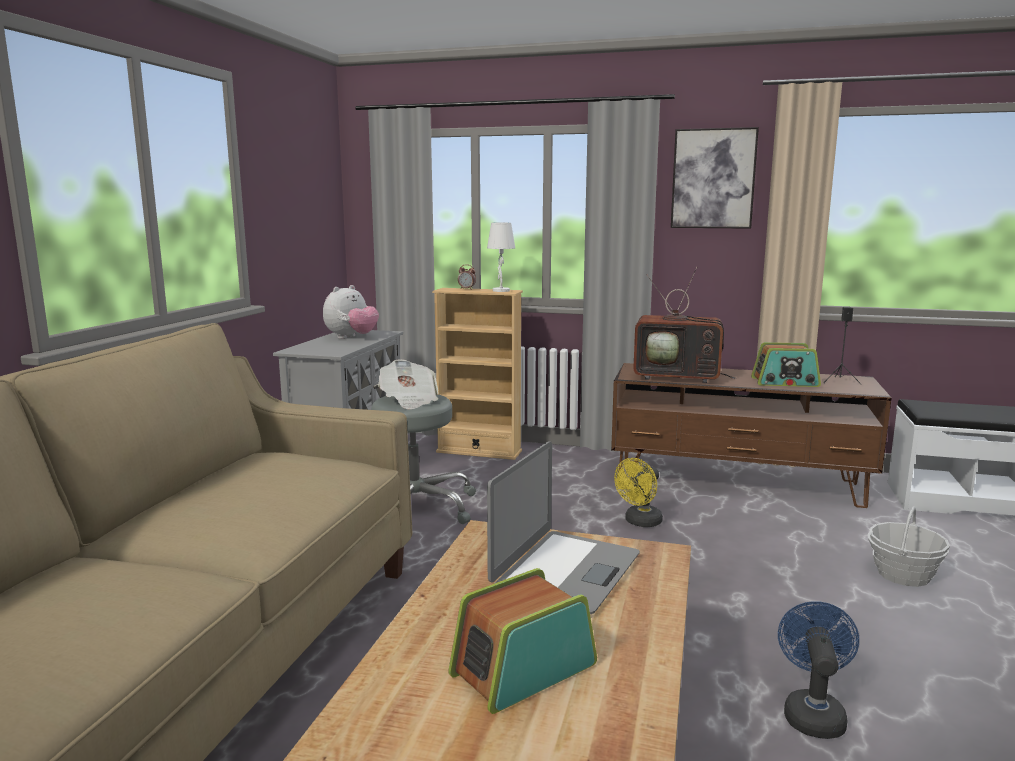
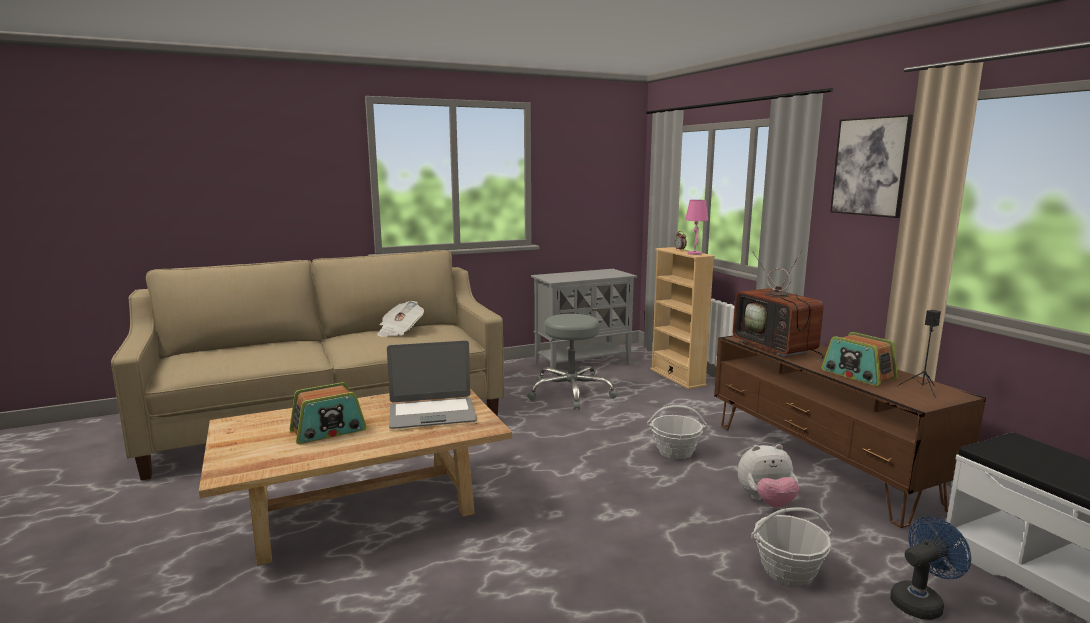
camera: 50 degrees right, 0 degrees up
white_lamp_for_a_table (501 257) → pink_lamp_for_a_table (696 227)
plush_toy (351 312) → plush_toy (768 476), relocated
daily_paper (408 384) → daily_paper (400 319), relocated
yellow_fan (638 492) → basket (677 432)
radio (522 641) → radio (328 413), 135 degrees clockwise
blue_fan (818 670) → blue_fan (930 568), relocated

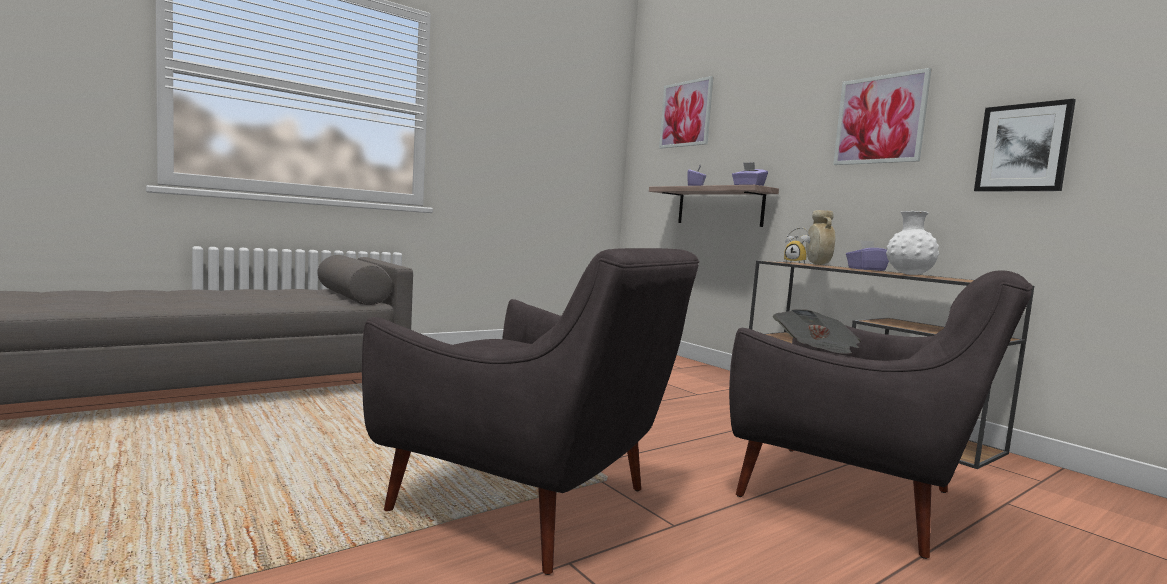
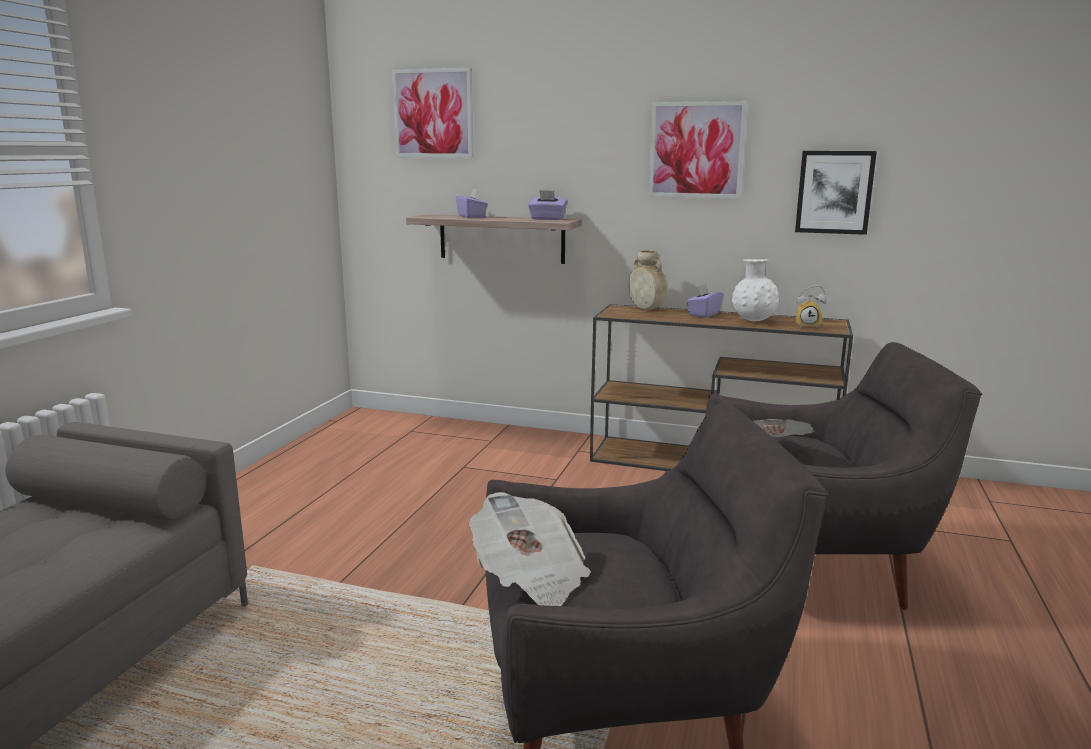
camera: 35 degrees left, 10 degrees up
alarm_clock (797 245) → alarm_clock (811 306), relocated
- → daily_paper (530 549)

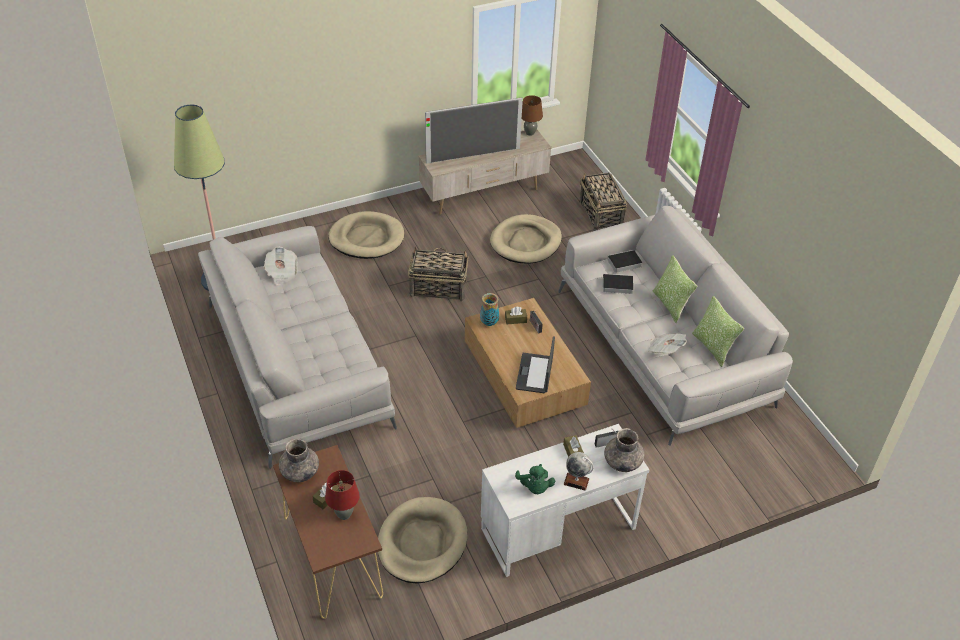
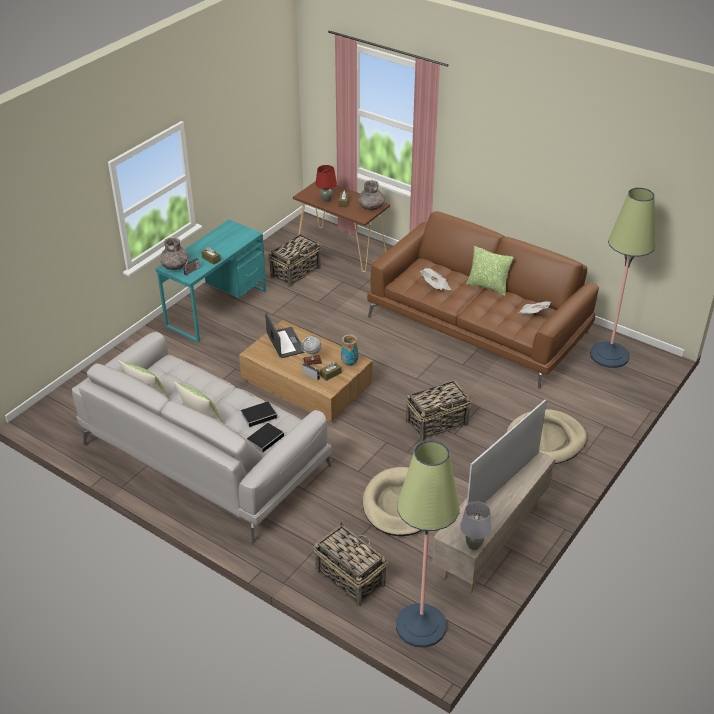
camera: 150 degrees right, 5 degrees down
brownish_lamp_for_a_table (532 115) → gray_lamp_for_a_table (476 525)
gray_couch (297 347) → brownish_couch (483 300)
daily_paper (667 343) → daily_paper (435 279), relocated
white_desk_table (565 500) → blue-green_desk_table (211 281)
world_globe (578 471) → world_globe (311 350), relocated
greenish_plush_toy (535 479) → -
sand-coloured_pet_bed (423 540) → basket (294 261)
- → throw_pillow (490 271)
- → standard_lamp (428 544)

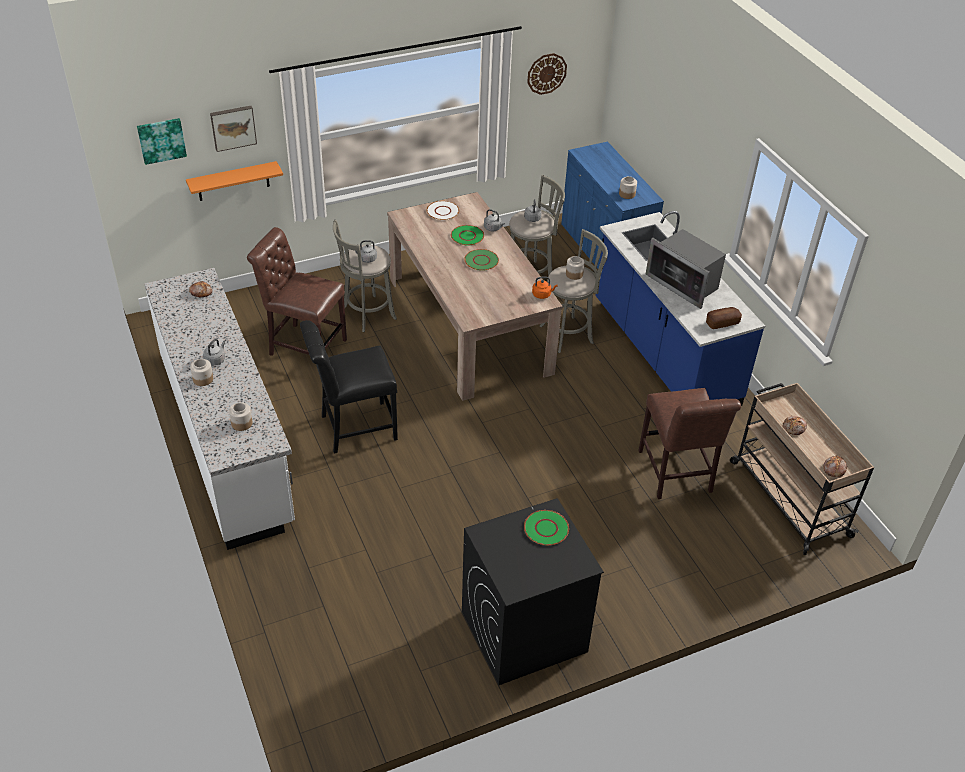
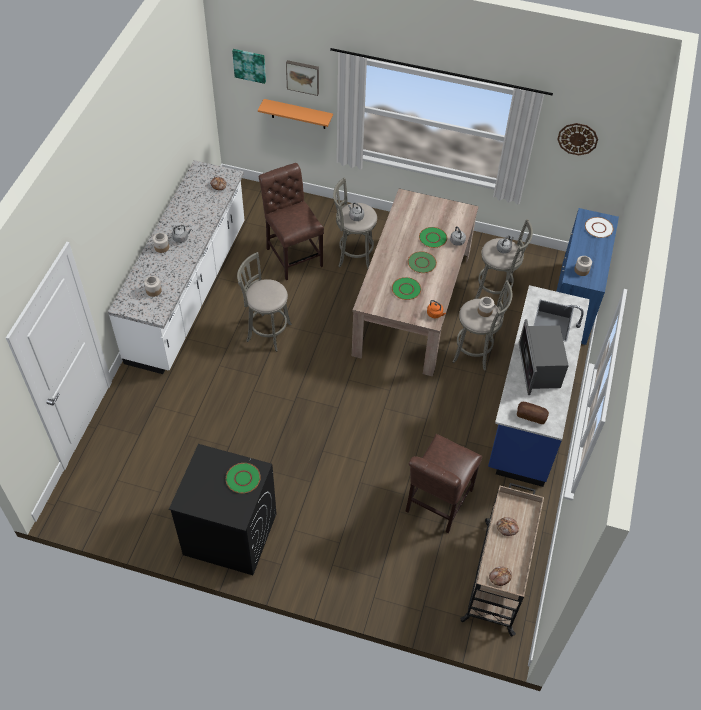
camera: 40 degrees right, 10 degrees up
white_flat_dish (443 210) → white_flat_dish (599 227), relocated
black_chair (349 387) → gray_stool (264 302)
- → greenish_flat_dish (406 288)

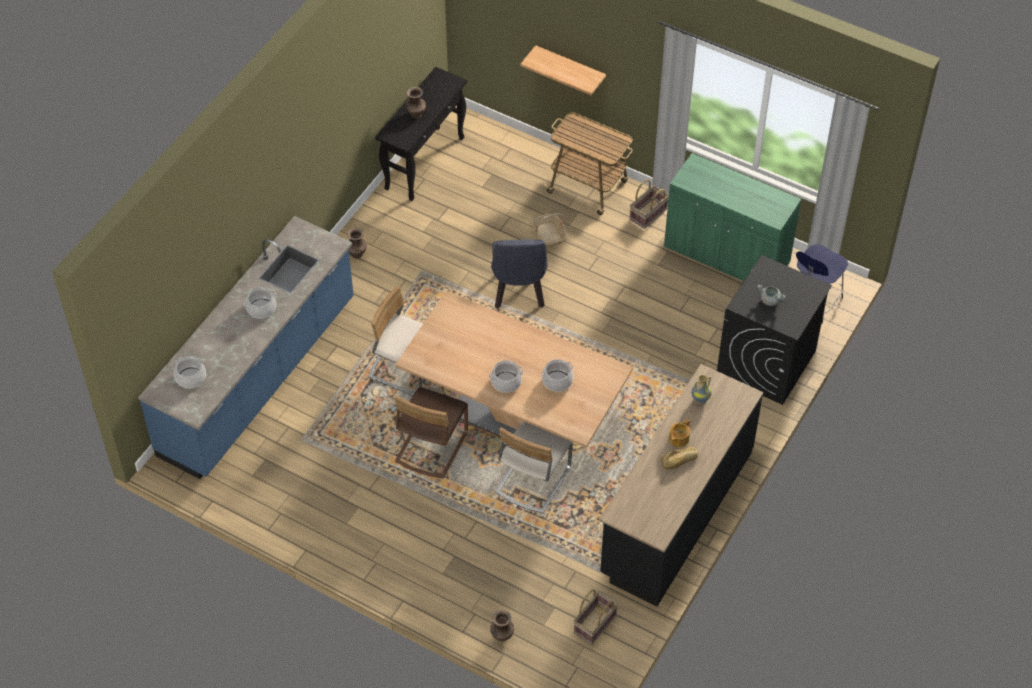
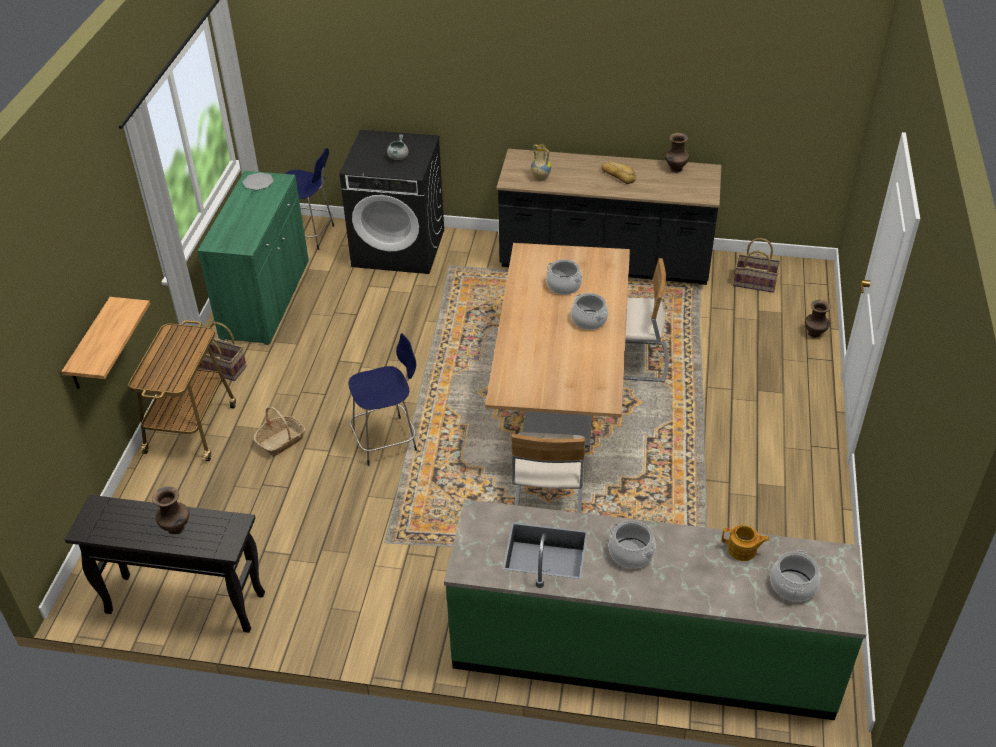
camera: 110 degrees left, 10 degrees down
blue_kitchen_base_unit (246 347) → greenish_kitchen_base_unit (655 609)
brownish_decorative_vase (357 243) → brownish_decorative_vase (677 153), relocated
blue_chair (519 274) → blue_stool (382 399)
brownish_chair (431 433) → -
pot_for_tea (679 433) → pot_for_tea (746 543), relocated
- → flat_dish (258 181)

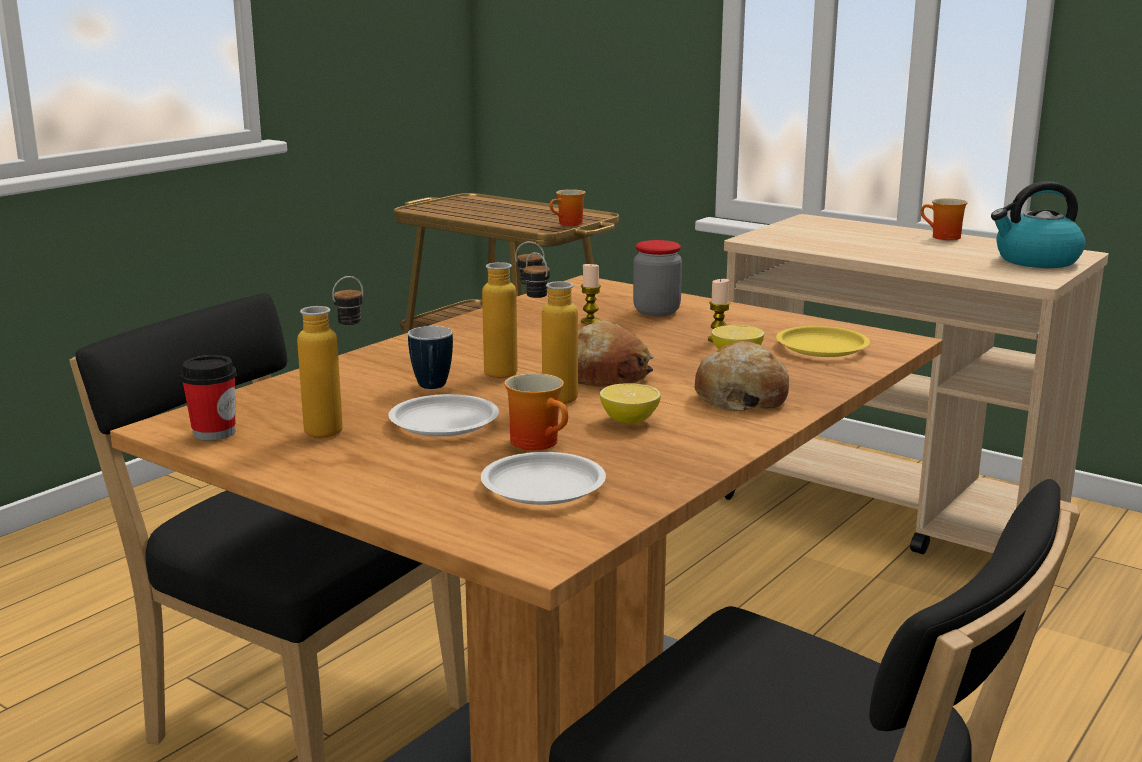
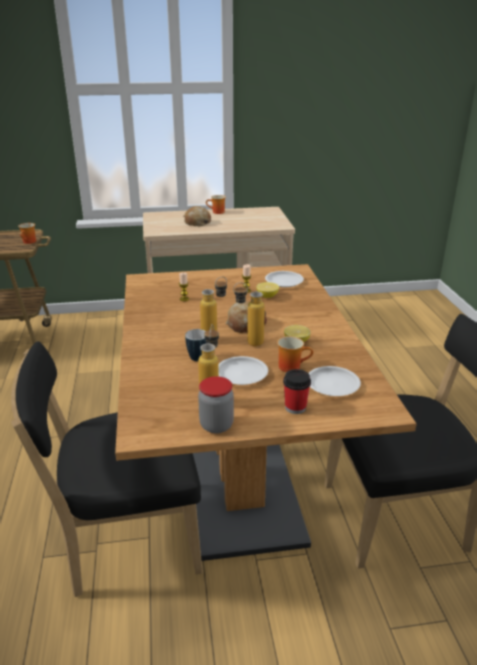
camera: 45 degrees left, 10 degrees up
kettle (1038 224) → -
preserve_jar (657 278) → preserve_jar (216 404), relocated
yellow_flat_dish (823 341) → white_flat_dish (284 279)
bread (742 376) → bread (197 216), relocated
cup (208 398) → cup (297 391), relocated

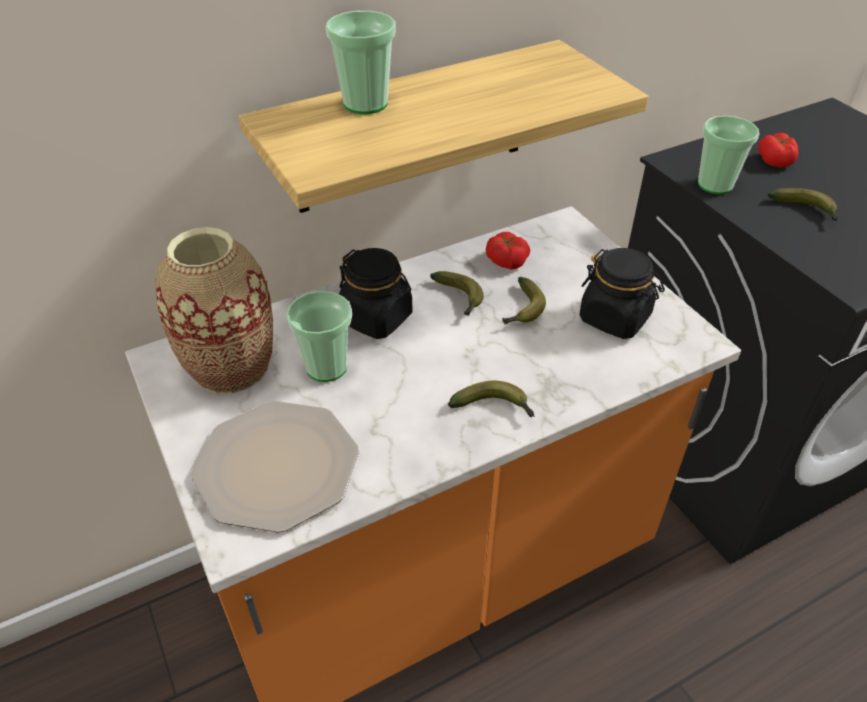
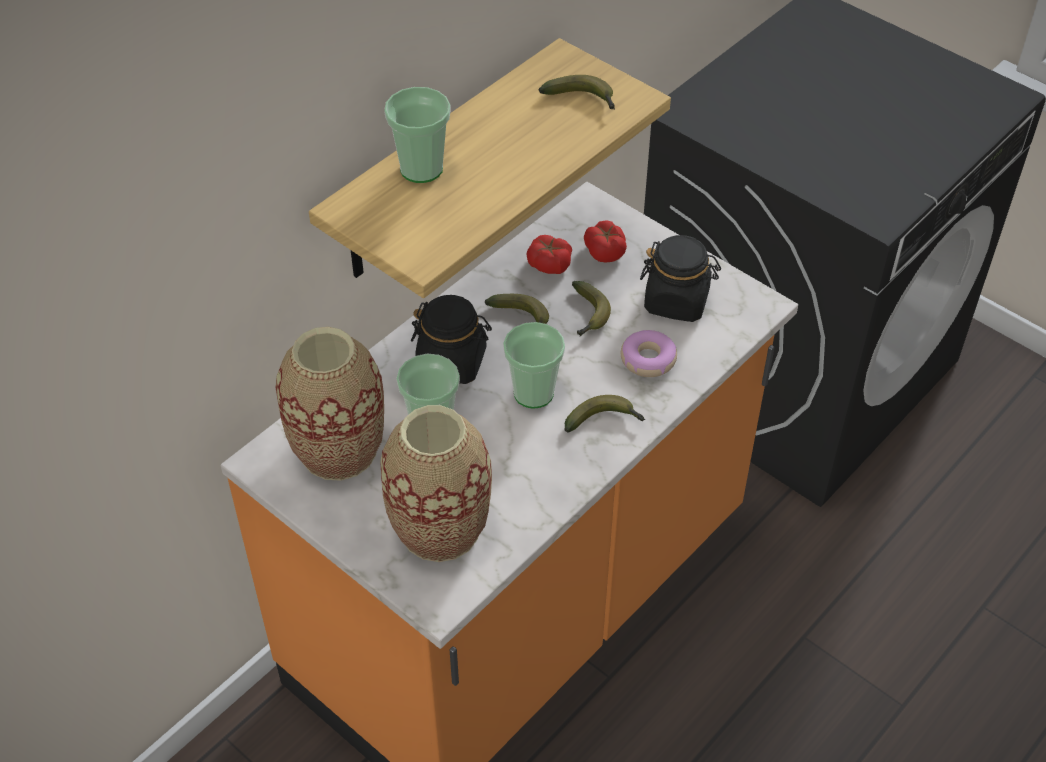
camera: 20 degrees left, 5 degrees up
cup (728 155) → cup (534 365), relocated
fresh_tomato (778 150) → fresh_tomato (605 241), relocated
banana (803 205) → banana (577 92), relocated
flat_dish (275 467) → decorative_vase (436 483)
- → donut (649 353)

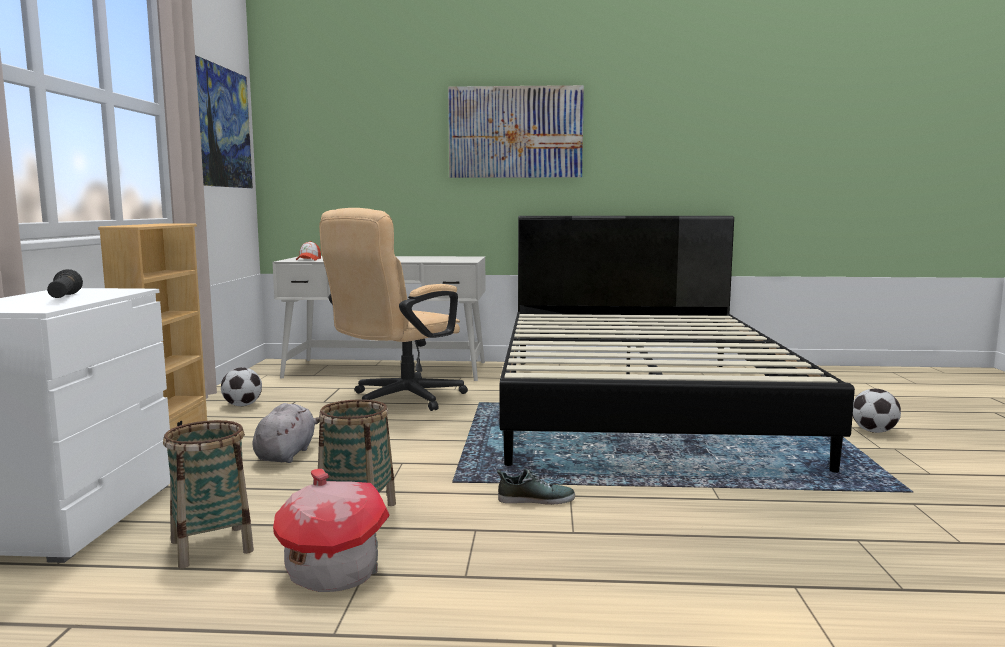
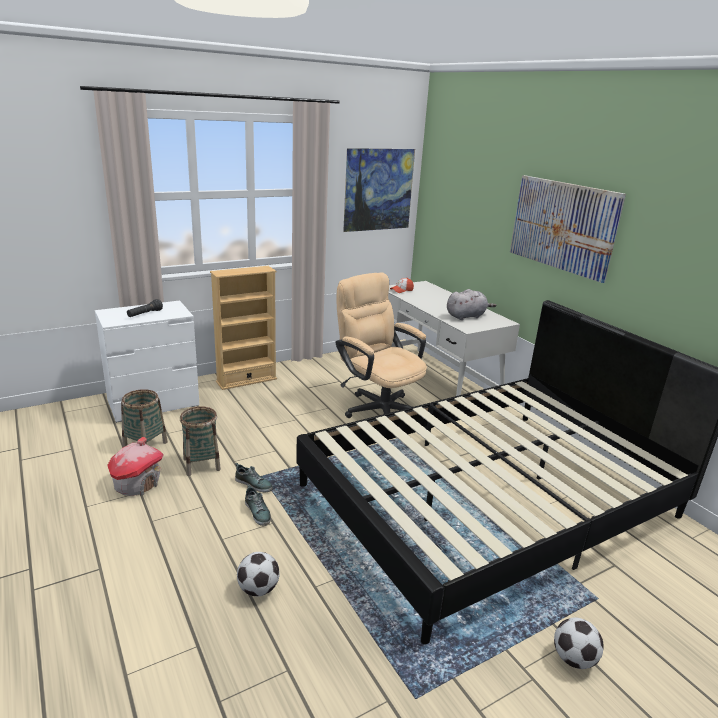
camera: 55 degrees right, 15 degrees up
sand-coloured_desk_chair (393 309) → sand-coloured_desk_chair (381 345), 45 degrees clockwise
football (241 386) → football (258 574), relocated
gray_plush_toy (286 433) → gray_plush_toy (471 304), relocated
- → low_shoe (254 477)

